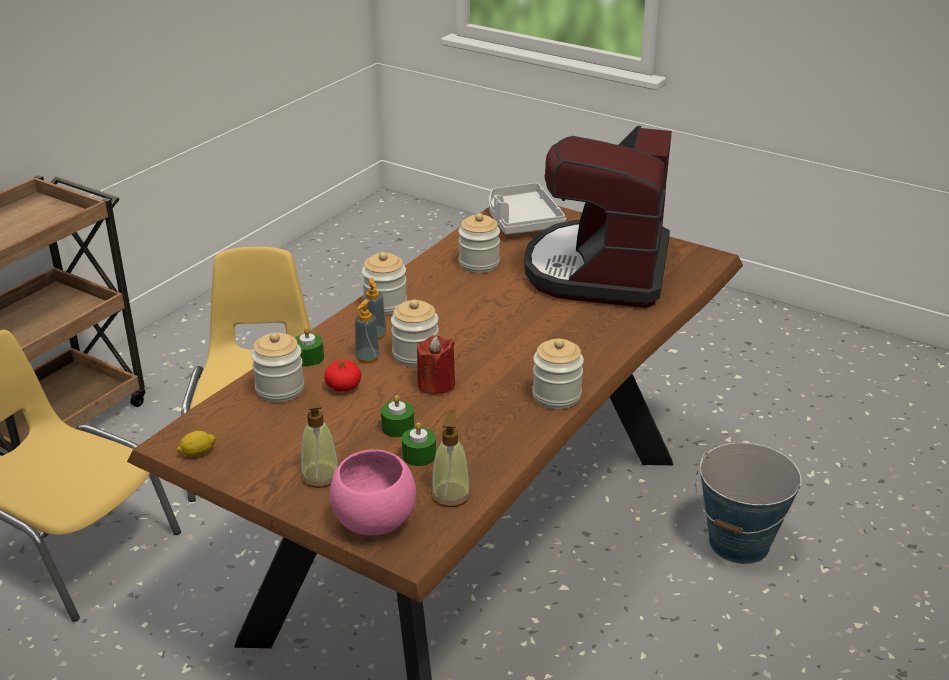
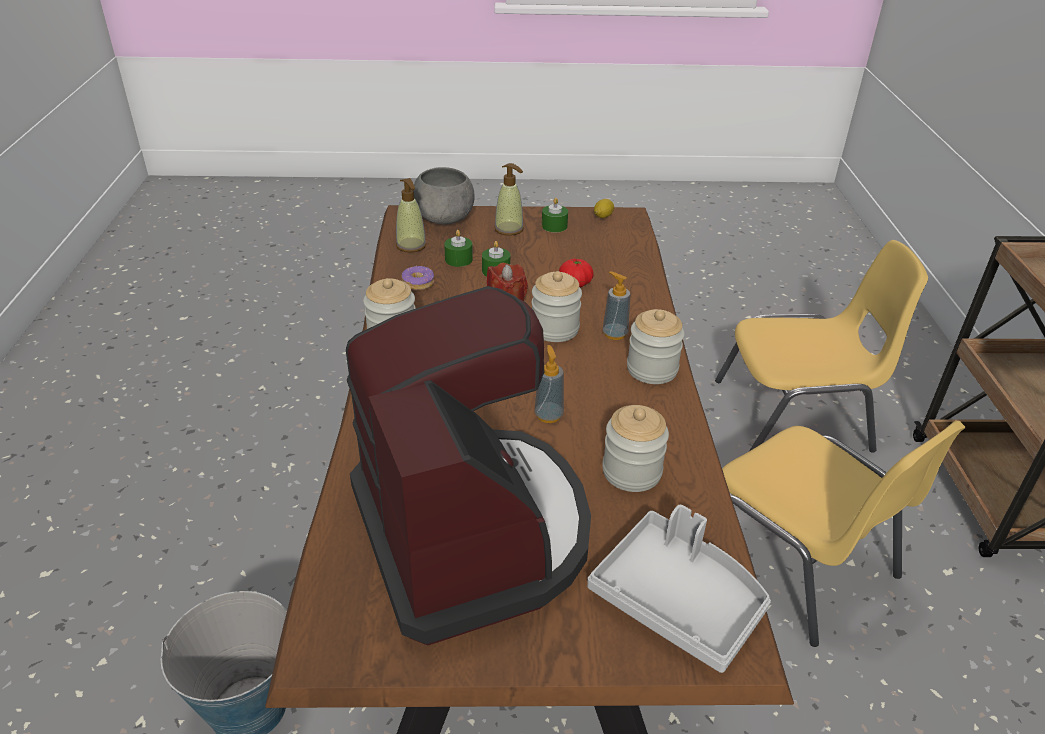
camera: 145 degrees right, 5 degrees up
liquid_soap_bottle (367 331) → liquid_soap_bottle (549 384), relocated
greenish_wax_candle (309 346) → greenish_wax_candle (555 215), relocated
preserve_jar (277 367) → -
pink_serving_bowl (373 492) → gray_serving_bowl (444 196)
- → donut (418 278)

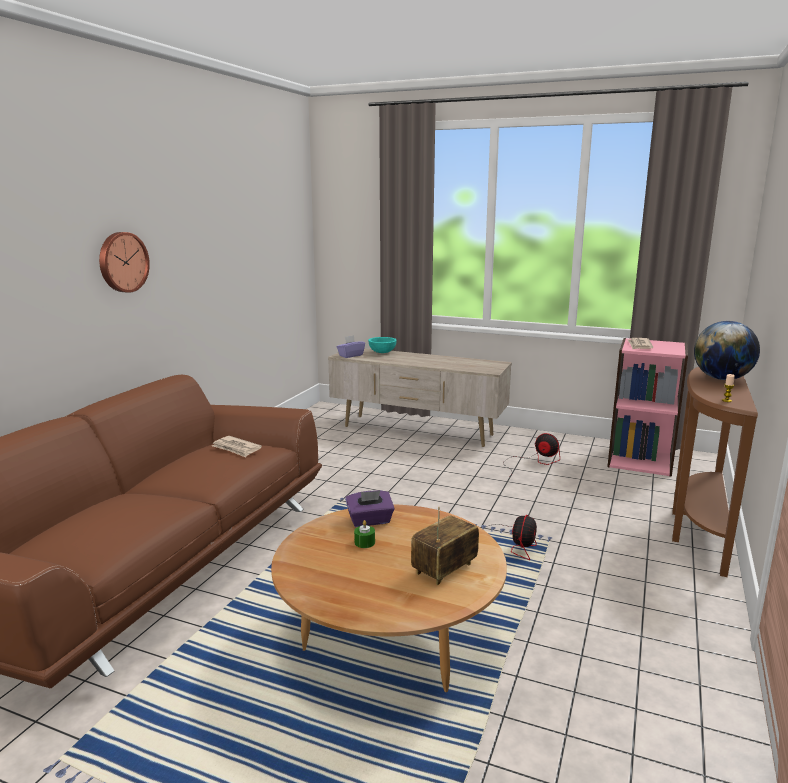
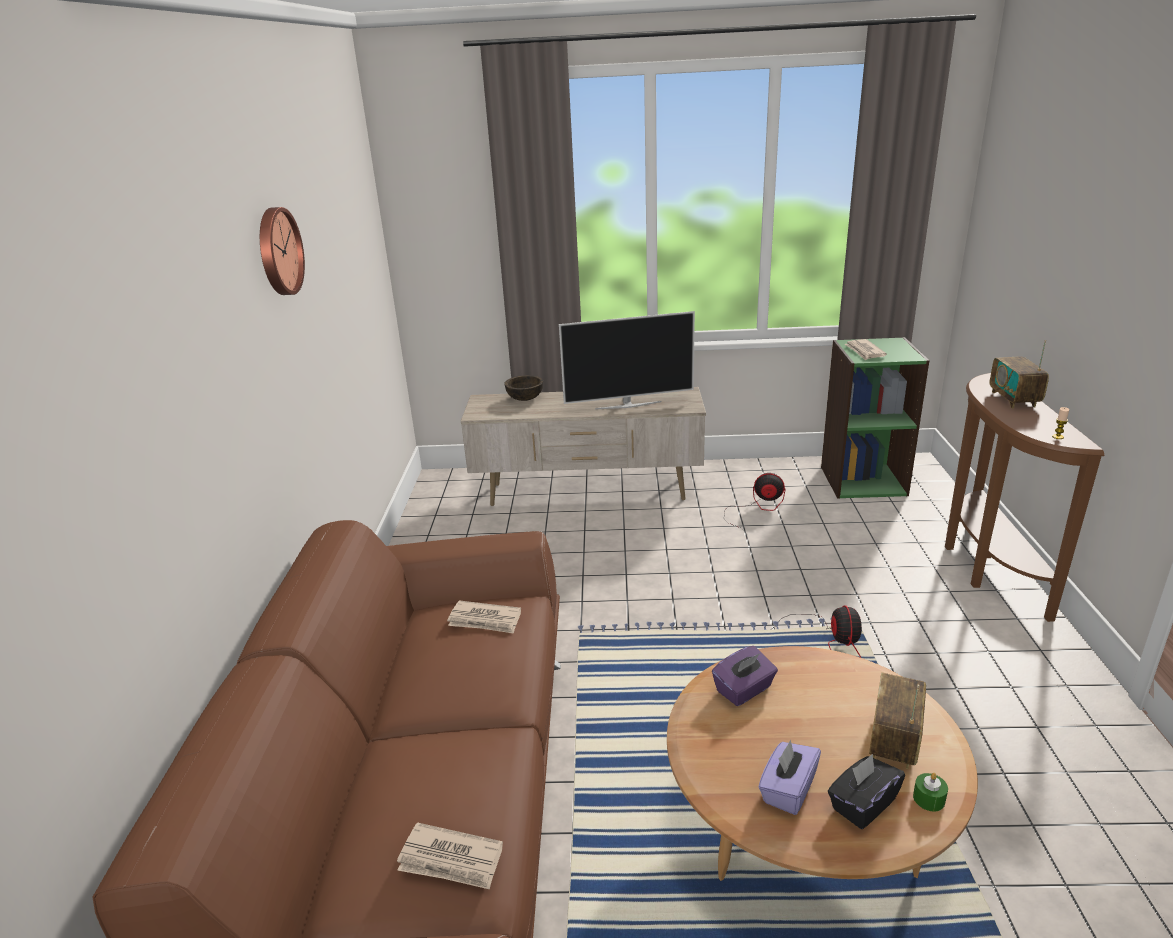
camera: 20 degrees left, 10 degrees up
hanging_clock (124 262) → hanging_clock (282 251), relocated
world_globe (727 350) → radio (1019 374)
purplish_tissue_box (351 346) → purplish_tissue_box (789 777), relocated
blue-green_serving_bowl (382 345) → brownish_serving_bowl (523 388)
pink_shelving_unit (648 407) → greenish_shelving_unit (875 418)
greenish_wax_candle (364 534) → greenish_wax_candle (930 792), relocated
- → TV (627 360)
- → black_tissue_box (866 791)
- → daily_paper (450 855)

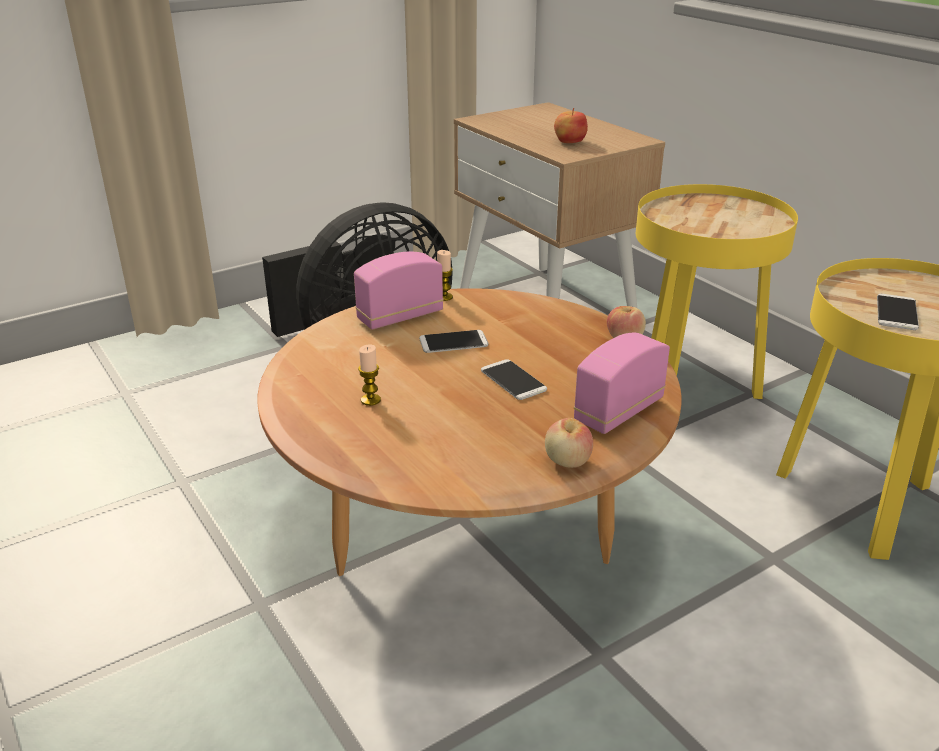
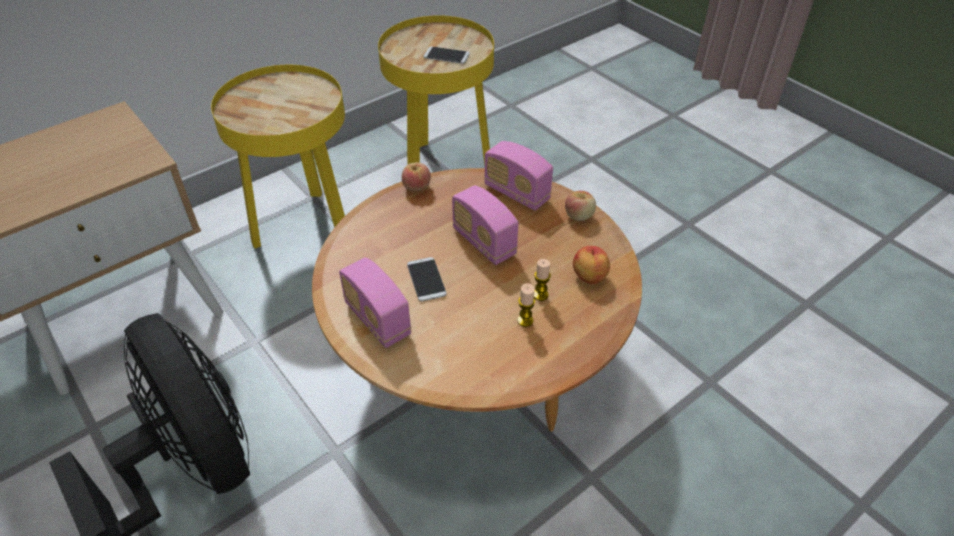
camera: 95 degrees left, 15 degrees up
apple (571 125) → apple (591 265), relocated
wax_candle (445 275) → wax_candle (542 280), relocated
handset (514 379) → radio (485 225)

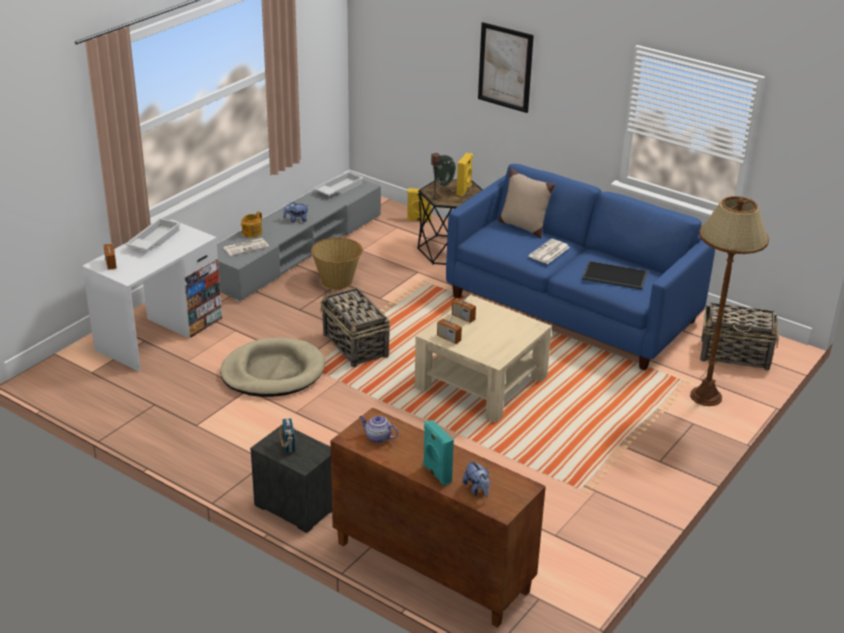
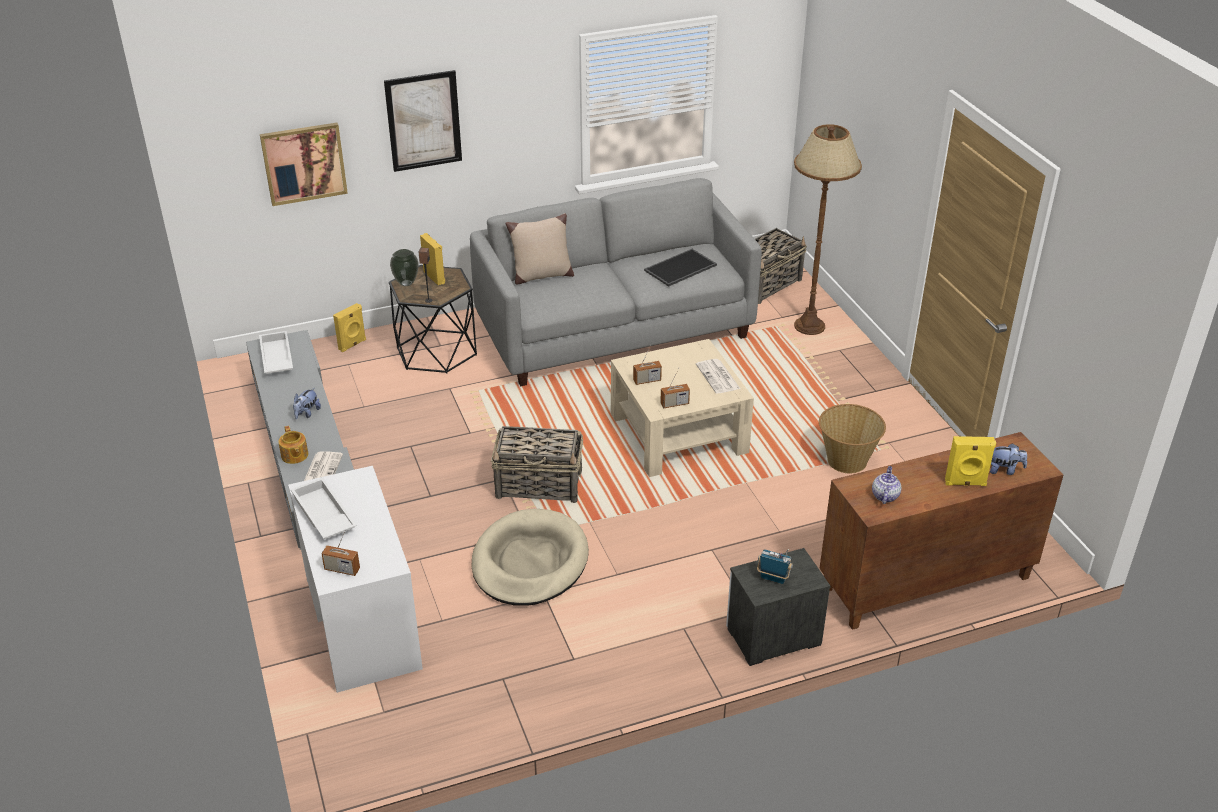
camera: 55 degrees left, 5 degrees up
blue_couch (580 267) → gray_couch (616 282)
basket (337 263) → basket (852 439), relocated
daily_paper (549 251) → daily_paper (718 376), relocated
pot_for_tea (378 429) → pot_for_tea (886 485), 135 degrees clockwise
blue-green_speaker (438 453) → yellow_speaker (970 461)
- → picture (304 164)

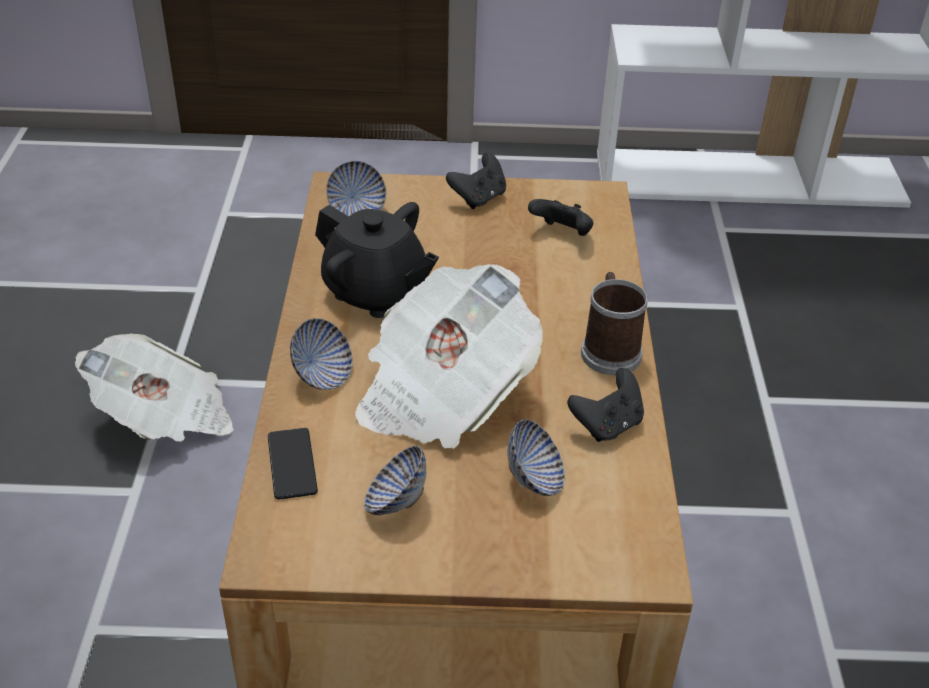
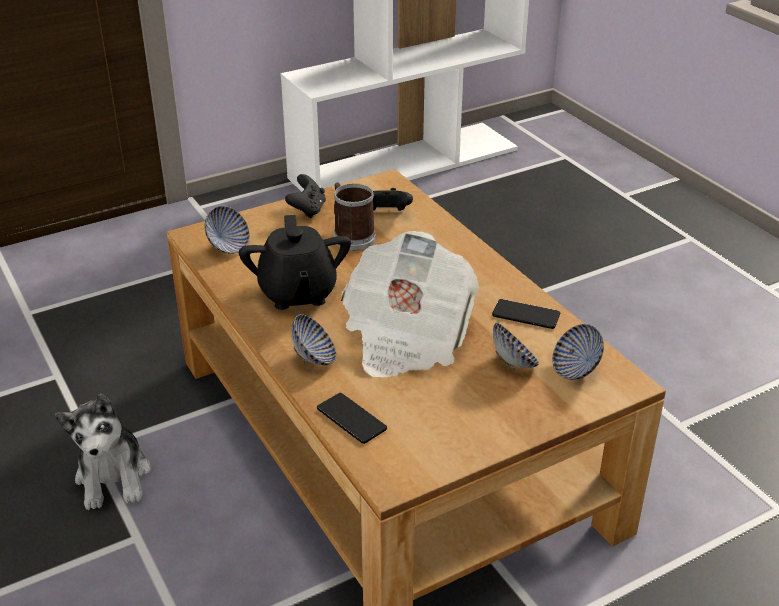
camera: 30 degrees left, 5 degrees down
black_pot_for_tea (377 260) → black_pot_for_tea (295 262), 75 degrees clockwise
coffee_mug (614 323) → coffee_mug (354 216), relocated
daily_paper (154 388) → plush_toy (103 452)
black_game_controller (605 405) → handset (526 314)
serving_bowl (395 480) → serving_bowl (578 352), relocated

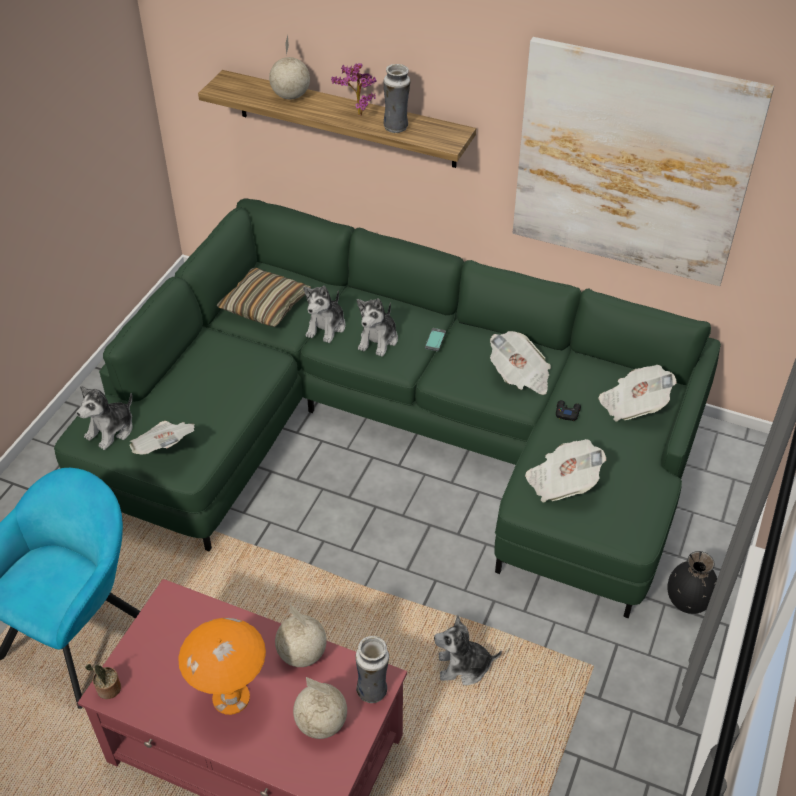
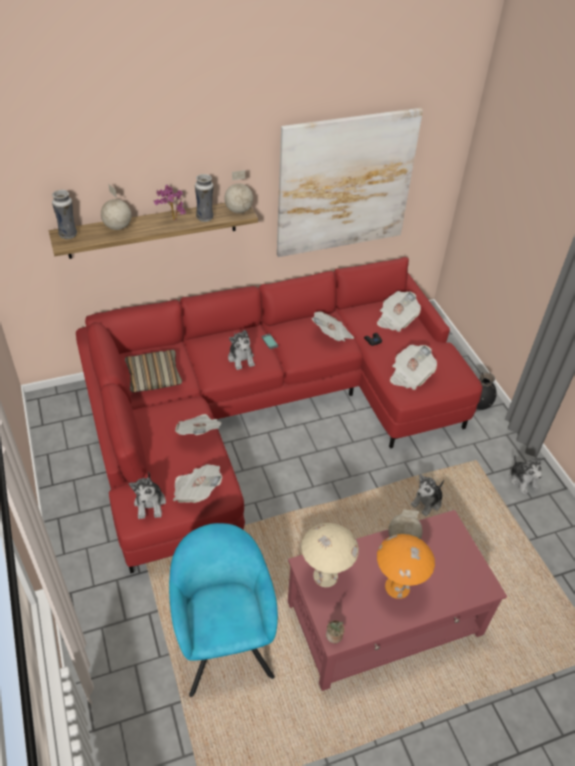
camera: 45 degrees left, 0 degrees up
greenish_couch (387 408) → red-coloured_couch (279 415)
plush_toy (324 314) → plush_toy (525 474), relocated
decorative_vase (372 669) → decorative_vase (64 214), relocated
world_globe (320 708) → world_globe (238 191), relocated
- → daily_paper (198 424)
- → sand-coloured_lamp_for_a_table (330 555)

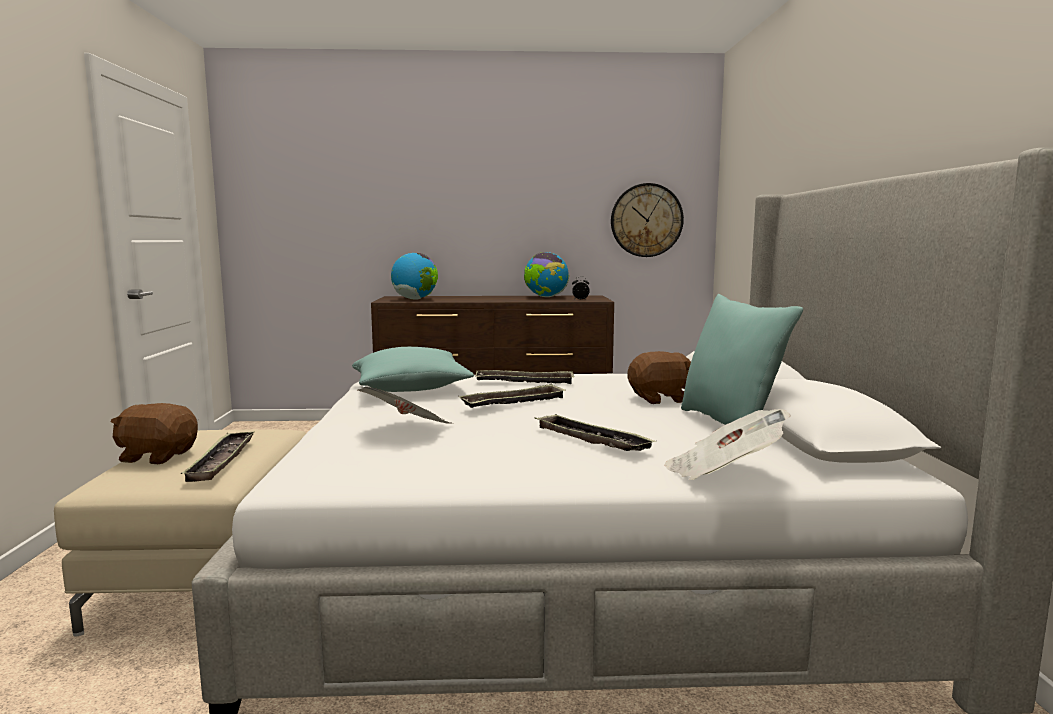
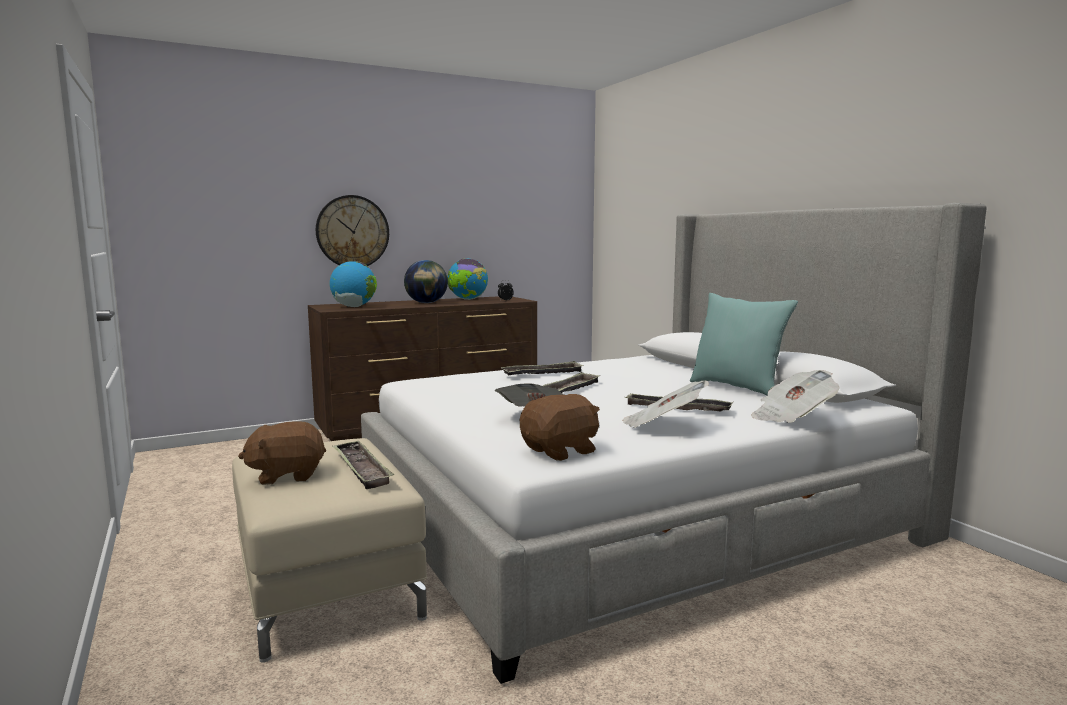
camera: 25 degrees left, 0 degrees up
hanging_clock (647 220) → hanging_clock (352 230), relocated
blue-green_throw_pillow (413 369) → -
brownish_plush_toy (659 377) → brownish_plush_toy (560 427), relocated
- → world_globe (426 281)
- → daily_paper (665 404)

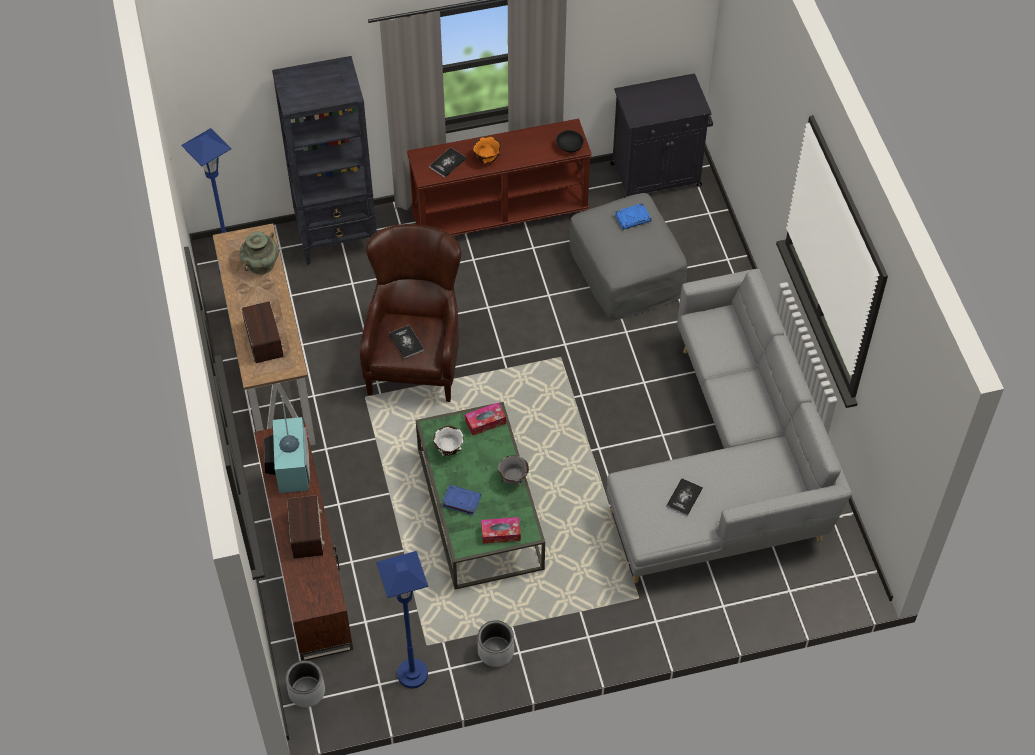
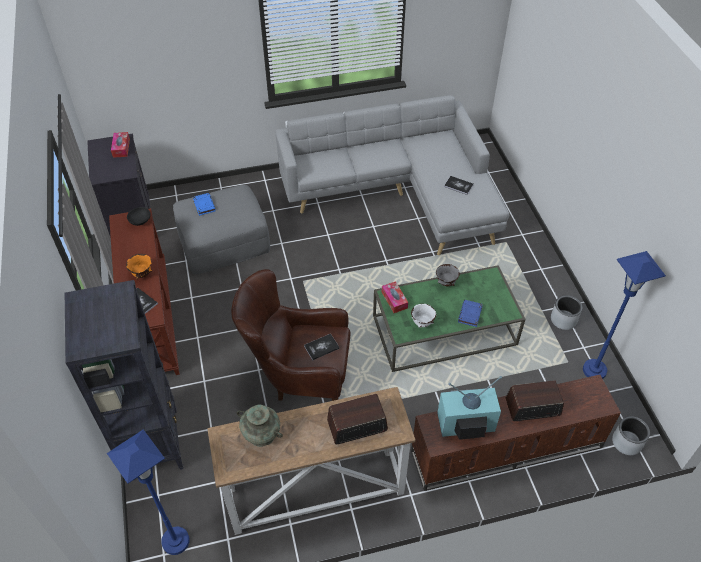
camera: 90 degrees left, 5 degrees down
tissue_box (501 530) → tissue_box (120 145), relocated

